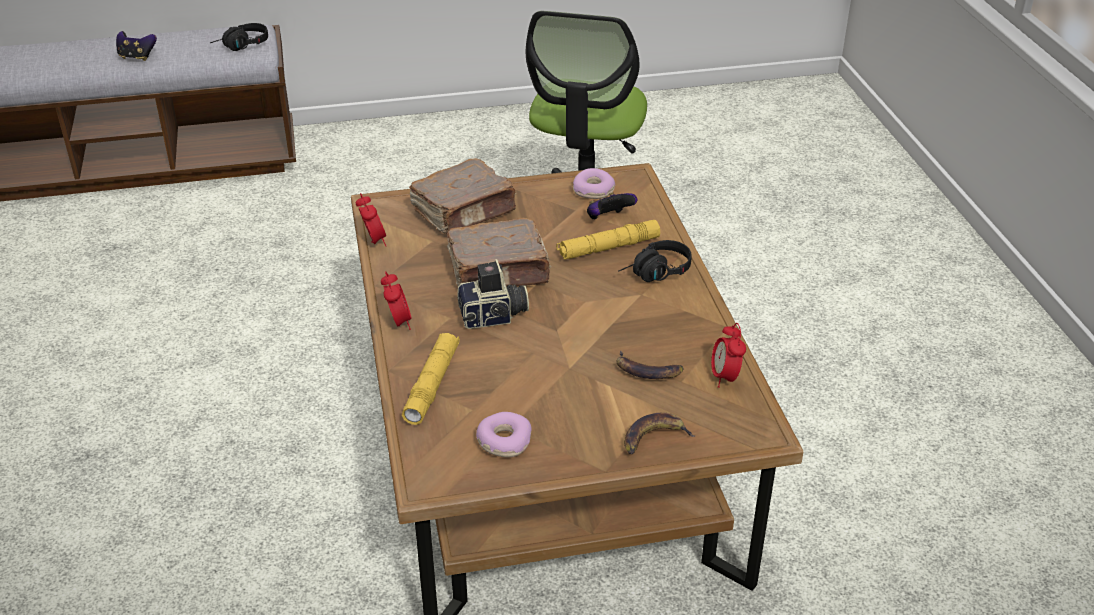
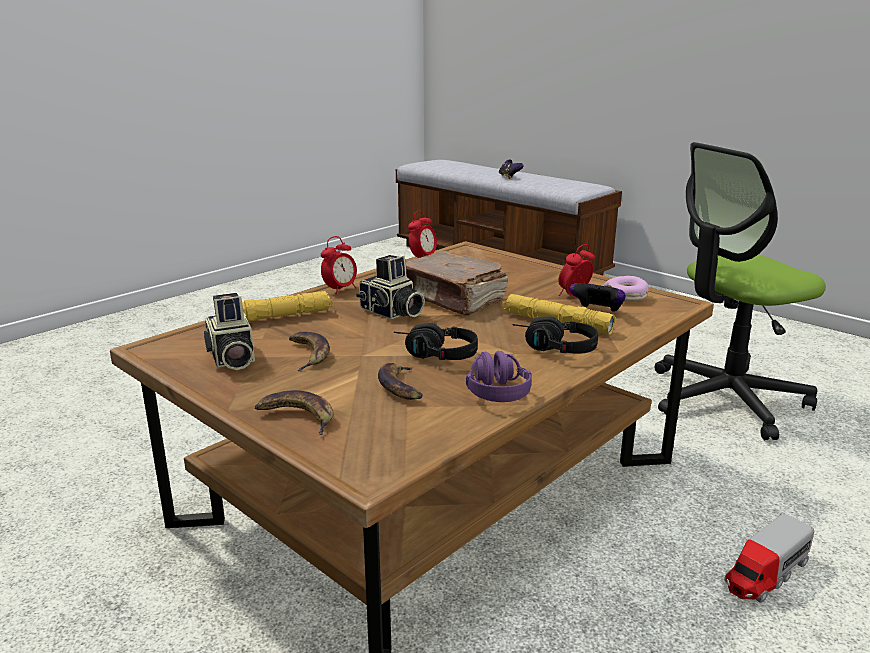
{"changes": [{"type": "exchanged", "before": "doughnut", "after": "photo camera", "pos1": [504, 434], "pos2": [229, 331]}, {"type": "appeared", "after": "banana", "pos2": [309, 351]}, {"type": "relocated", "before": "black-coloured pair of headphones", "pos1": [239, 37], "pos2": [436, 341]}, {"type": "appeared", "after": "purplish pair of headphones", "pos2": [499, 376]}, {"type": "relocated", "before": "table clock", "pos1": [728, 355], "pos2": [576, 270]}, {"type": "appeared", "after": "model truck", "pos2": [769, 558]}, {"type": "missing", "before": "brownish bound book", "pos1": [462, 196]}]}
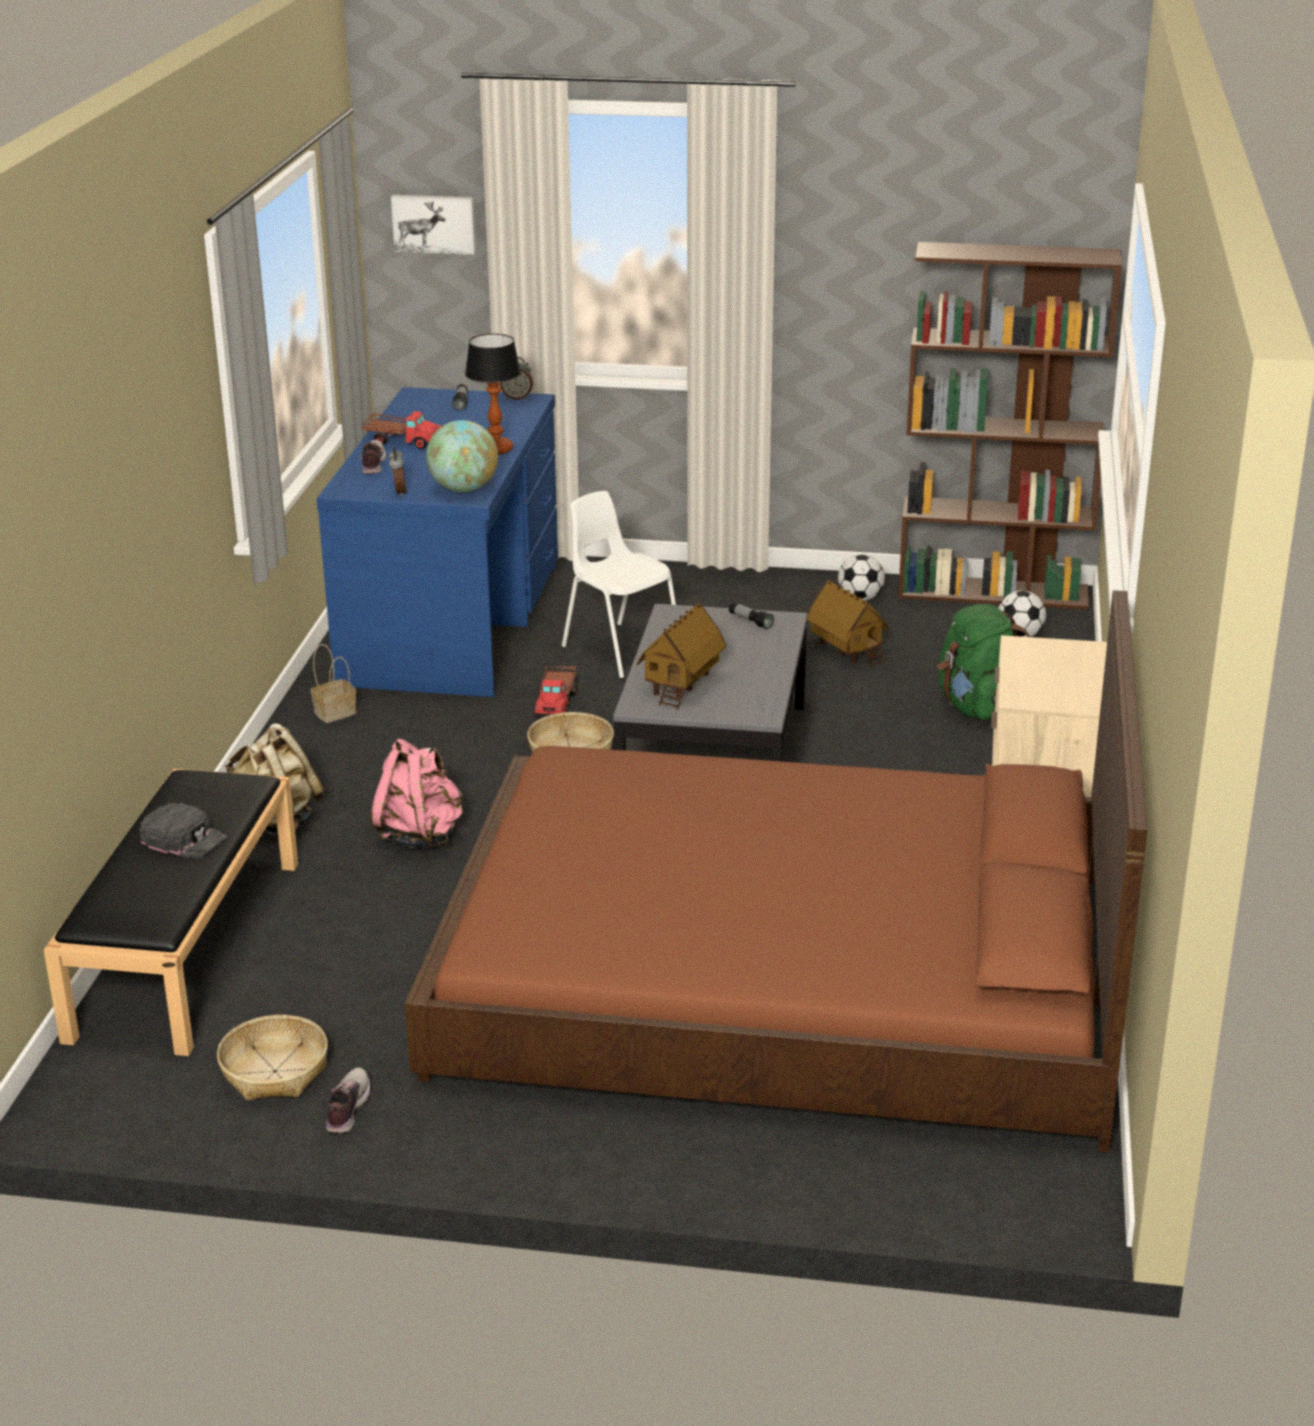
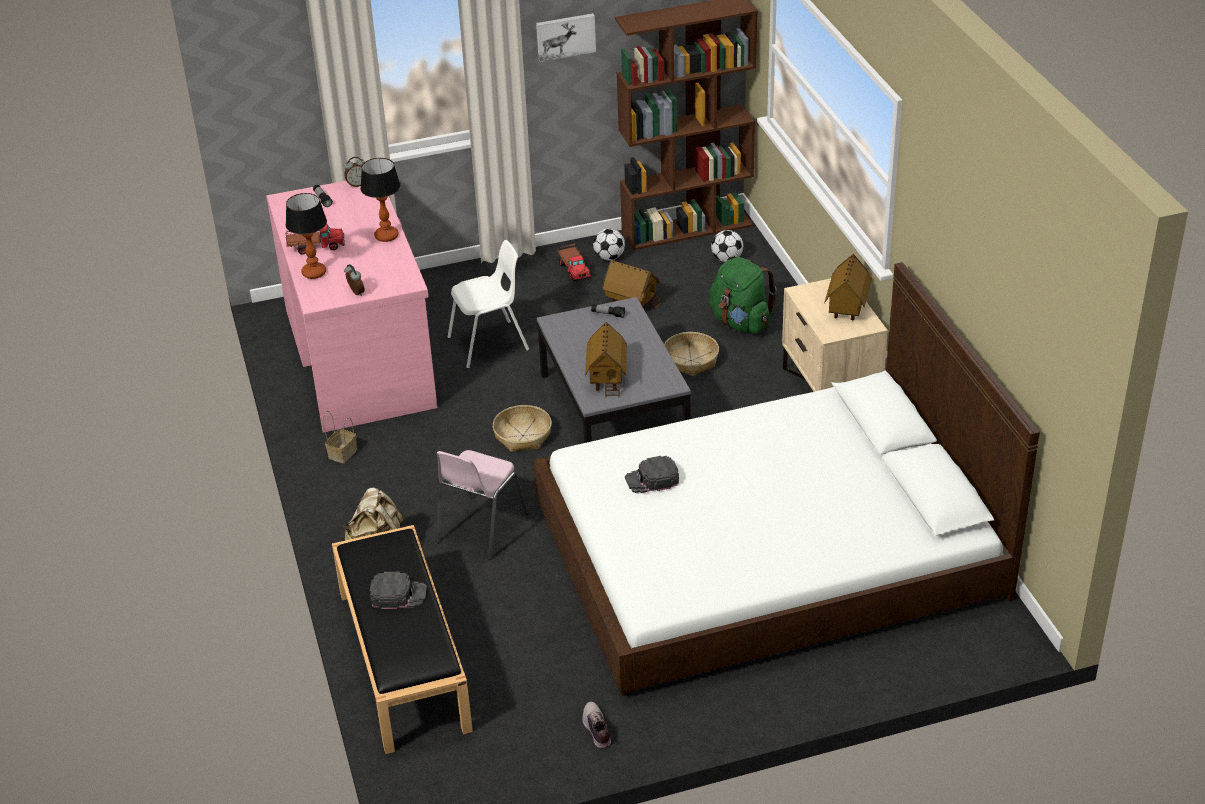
{"changes": [{"type": "colour", "before": "blue desk", "after": "pinkish desk", "pos1": [437, 542], "pos2": [352, 307]}, {"type": "exchanged", "before": "item of footwear", "after": "lamp for a table", "pos1": [373, 457], "pos2": [306, 236]}, {"type": "exchanged", "before": "pinkish knapsack", "after": "pinkish upright chair", "pos1": [417, 793], "pos2": [482, 505]}, {"type": "spun", "before": "white upright chair", "pos1": [619, 585], "pos2": [488, 304], "turn": 135}, {"type": "colour", "before": "brownish bed", "after": "white bed", "pos1": [776, 871], "pos2": [786, 479]}, {"type": "relocated", "before": "picture", "pos1": [433, 225], "pos2": [566, 37]}, {"type": "relocated", "before": "model truck", "pos1": [555, 690], "pos2": [574, 262]}, {"type": "appeared", "after": "black-coloured cap", "pos2": [652, 474]}, {"type": "relocated", "before": "household basket", "pos1": [272, 1058], "pos2": [691, 354]}, {"type": "appeared", "after": "model house", "pos2": [848, 287]}, {"type": "missing", "before": "globe", "pos1": [462, 456]}]}
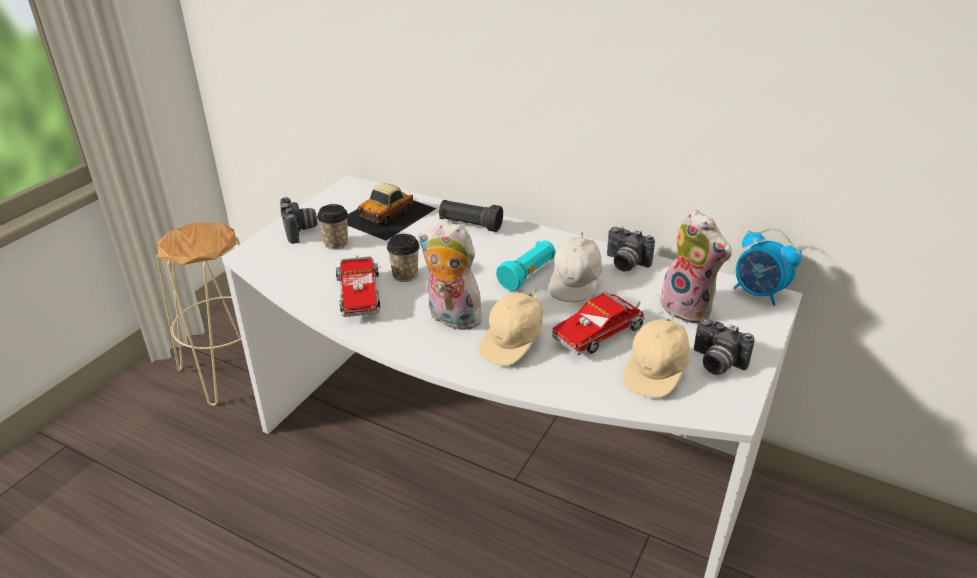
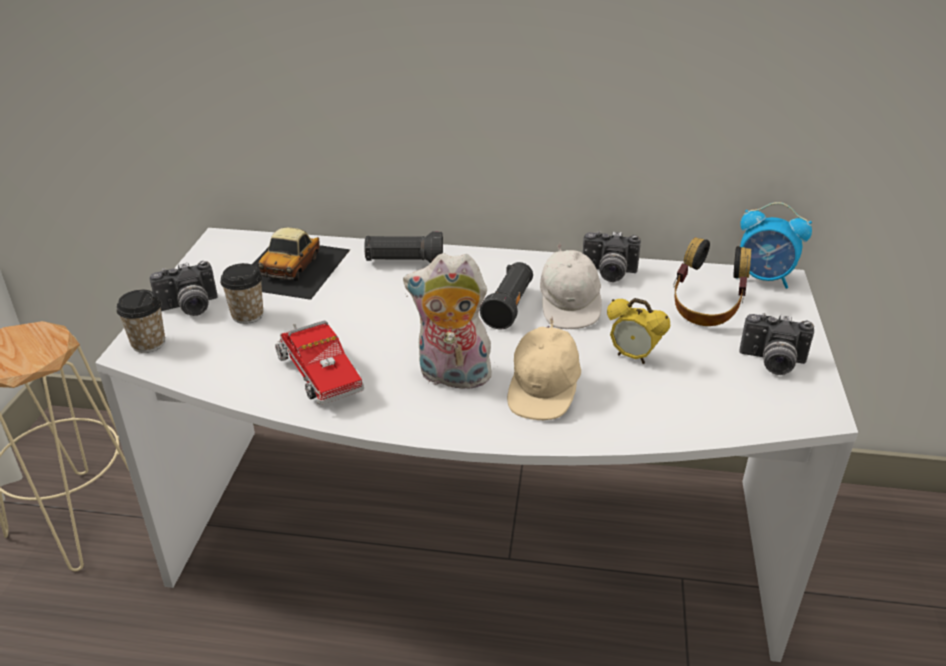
{"changes": [{"type": "relocated", "before": "small cup", "pos1": [403, 258], "pos2": [140, 321]}, {"type": "spun", "before": "photo camera", "pos1": [299, 220], "pos2": [184, 288], "turn": 105}, {"type": "colour", "before": "turquoise-coloured hand torch", "after": "black-coloured hand torch", "pos1": [526, 265], "pos2": [506, 296]}, {"type": "exchanged", "before": "model truck", "after": "table clock", "pos1": [598, 323], "pos2": [638, 331]}, {"type": "exchanged", "before": "soft toy", "after": "pair of headphones", "pos1": [695, 266], "pos2": [712, 281]}, {"type": "missing", "before": "beige-coloured cap", "pos1": [655, 354]}]}
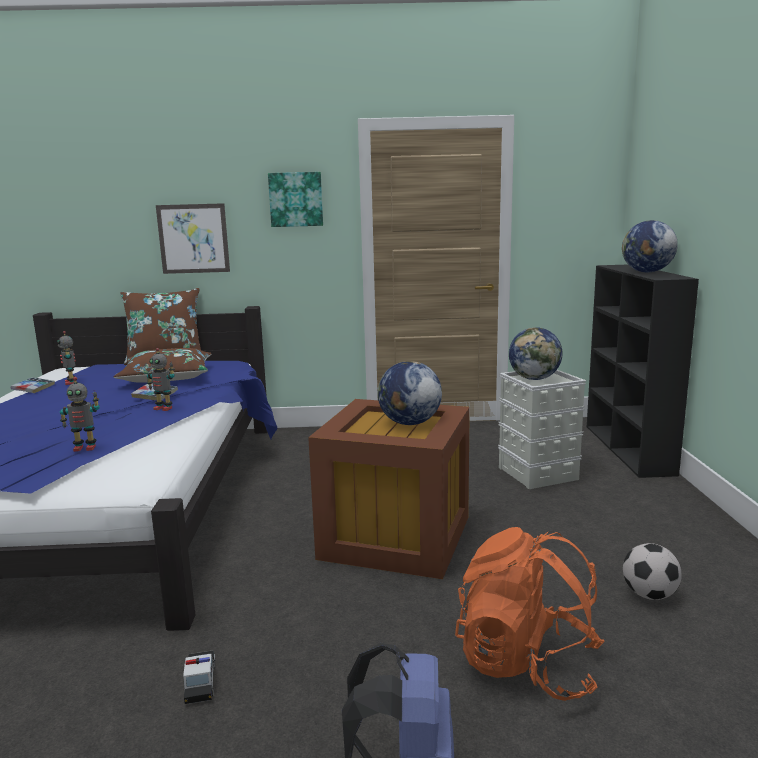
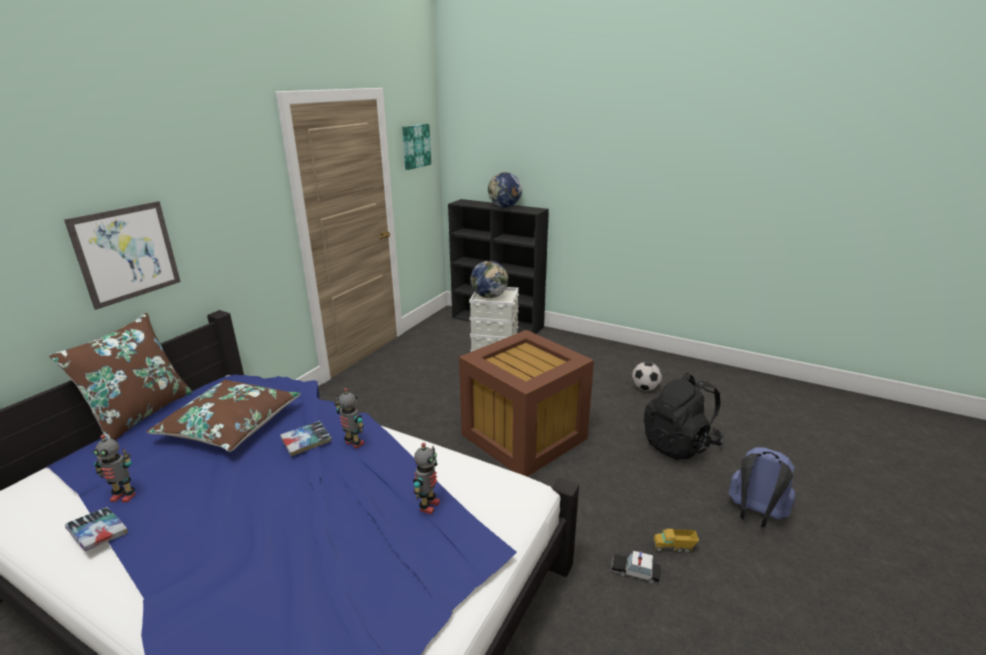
{"changes": [{"type": "spun", "before": "robot figure", "pos1": [161, 379], "pos2": [349, 418], "turn": -105}, {"type": "relocated", "before": "picture", "pos1": [295, 199], "pos2": [416, 147]}, {"type": "colour", "before": "orangey knapsack", "after": "black-coloured knapsack", "pos1": [530, 614], "pos2": [684, 416]}, {"type": "appeared", "after": "model truck", "pos2": [676, 541]}, {"type": "missing", "before": "globe", "pos1": [409, 393]}]}
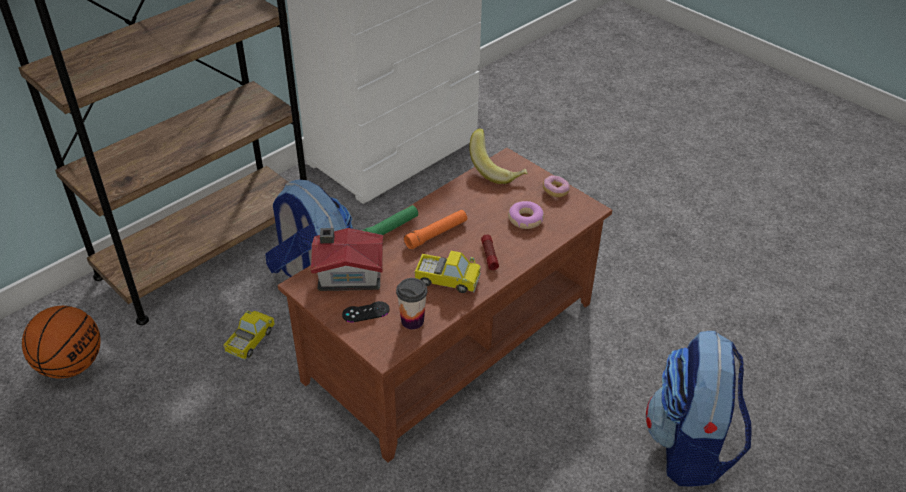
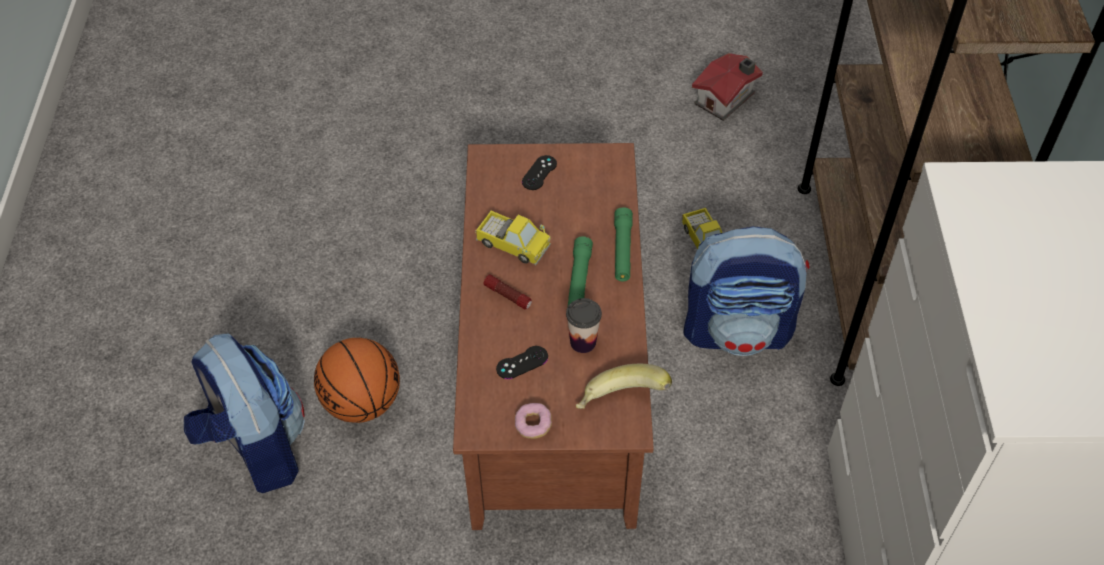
{"changes": [{"type": "relocated", "before": "ball for basketball", "pos1": [61, 342], "pos2": [357, 380]}, {"type": "spun", "before": "model truck", "pos1": [447, 272], "pos2": [513, 238], "turn": -120}, {"type": "exchanged", "before": "doughnut", "after": "black-coloured gamepad", "pos1": [526, 215], "pos2": [522, 362]}, {"type": "relocated", "before": "small cup", "pos1": [411, 303], "pos2": [584, 325]}, {"type": "colour", "before": "orangey hand torch", "after": "green-coloured hand torch", "pos1": [435, 230], "pos2": [580, 271]}, {"type": "relocated", "before": "model house", "pos1": [347, 259], "pos2": [727, 87]}]}
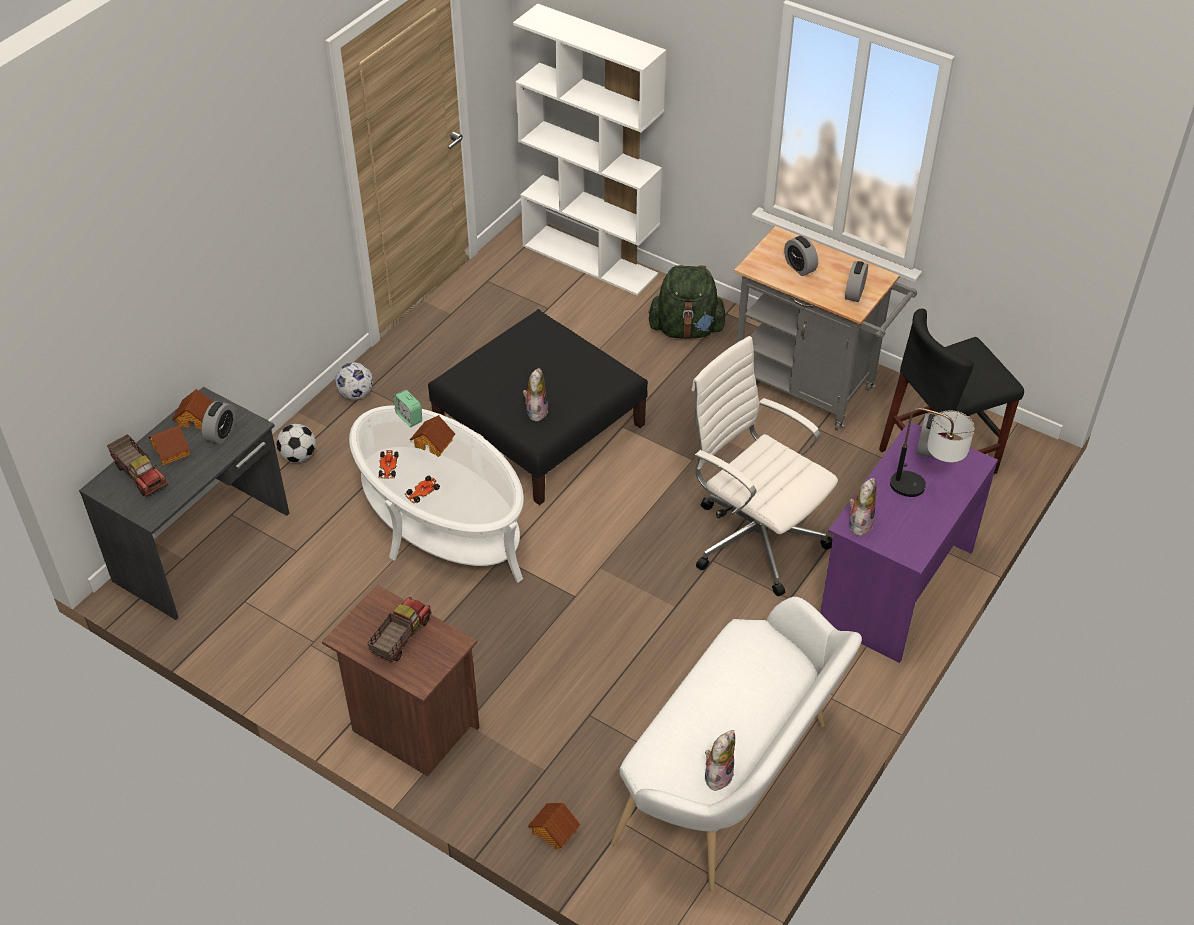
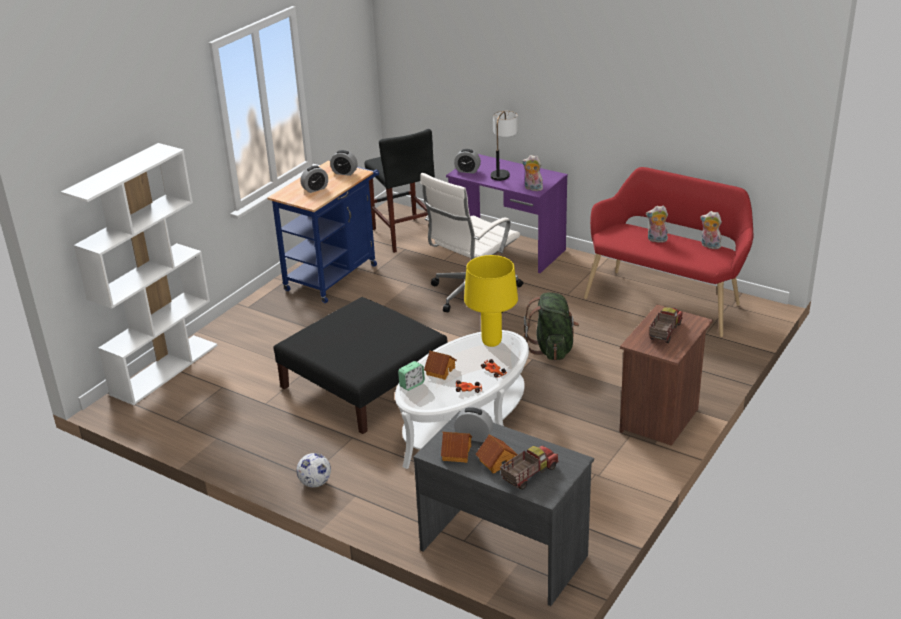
{"changes": [{"type": "colour", "before": "grey trolley", "after": "blue trolley", "pos1": [825, 328], "pos2": [323, 232]}, {"type": "appeared", "after": "yellowish lamp for a table", "pos2": [491, 301]}, {"type": "relocated", "before": "green-coloured knapsack", "pos1": [688, 302], "pos2": [551, 326]}, {"type": "colour", "before": "white long seat", "after": "red long seat", "pos1": [736, 744], "pos2": [668, 252]}, {"type": "relocated", "before": "soft toy", "pos1": [535, 395], "pos2": [657, 224]}, {"type": "spun", "before": "model truck", "pos1": [399, 629], "pos2": [665, 325], "turn": 90}, {"type": "missing", "before": "ball for football", "pos1": [296, 443]}, {"type": "missing", "before": "model house", "pos1": [554, 826]}]}
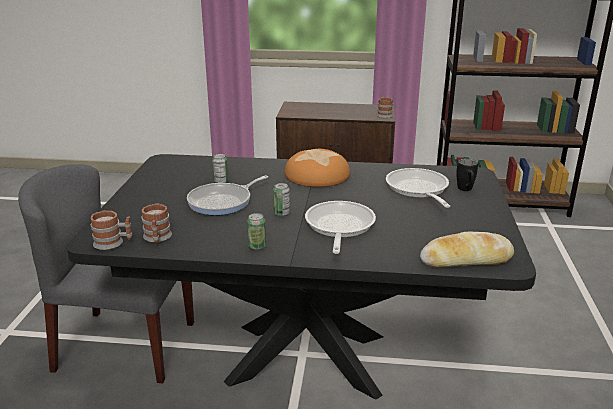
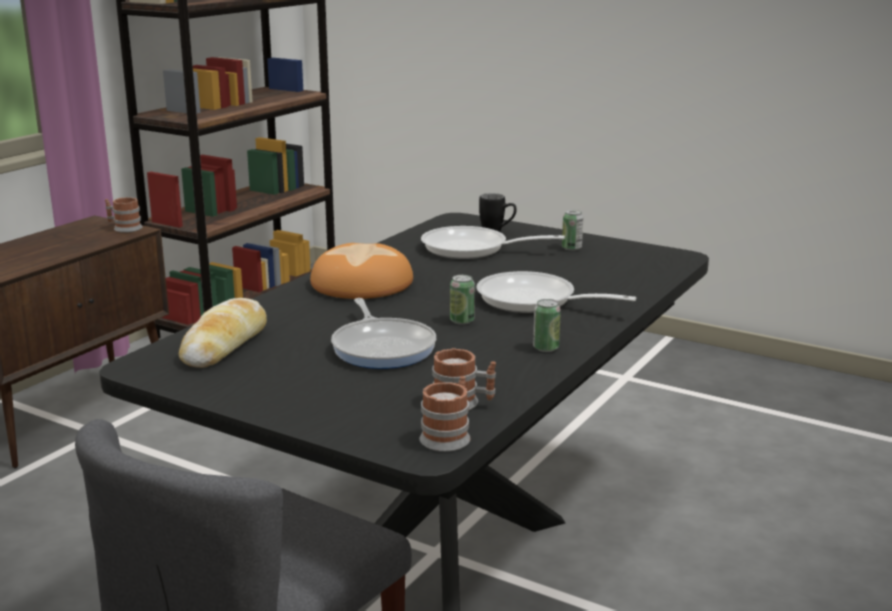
{"changes": [{"type": "relocated", "before": "baked bread", "pos1": [467, 249], "pos2": [223, 333]}, {"type": "relocated", "before": "can", "pos1": [220, 168], "pos2": [572, 230]}]}
